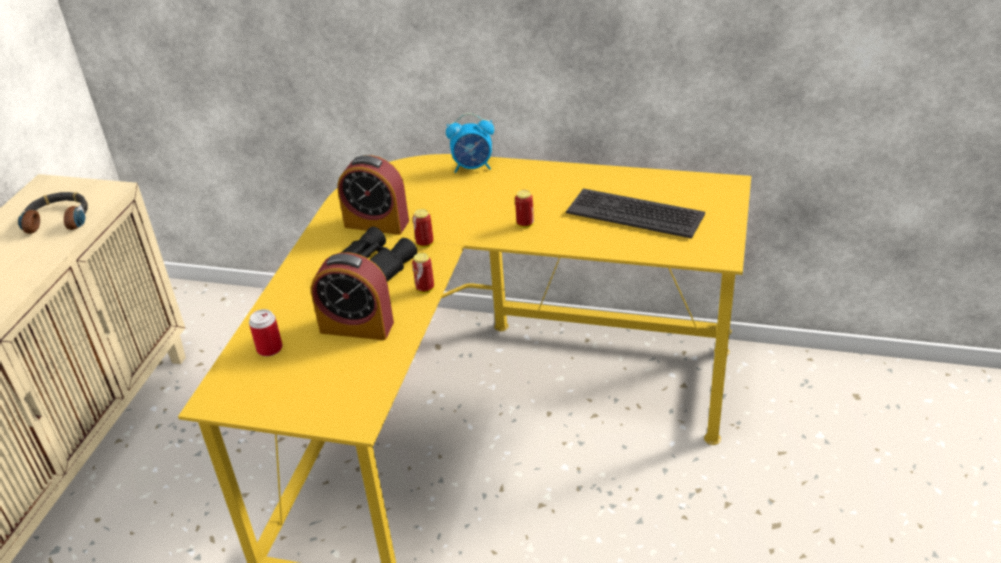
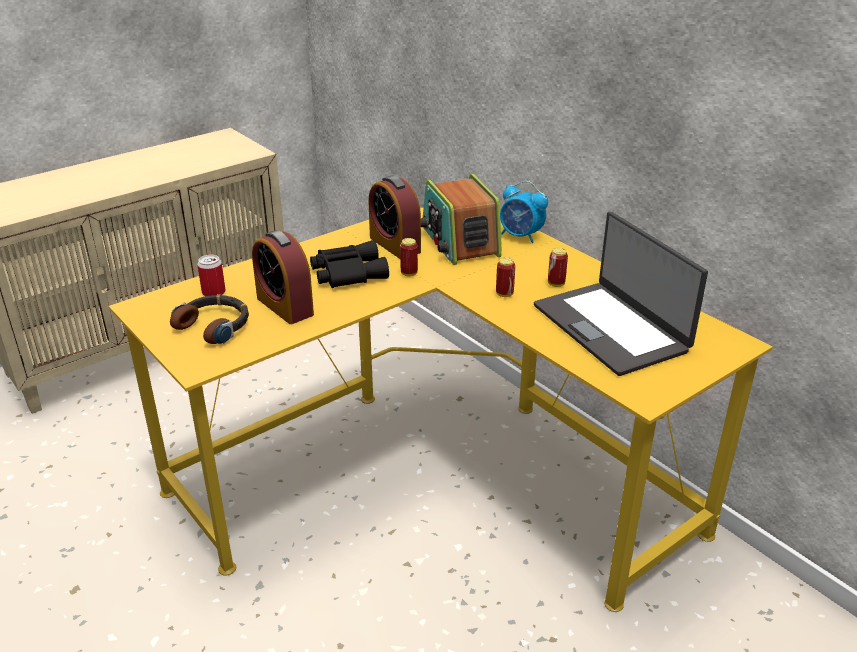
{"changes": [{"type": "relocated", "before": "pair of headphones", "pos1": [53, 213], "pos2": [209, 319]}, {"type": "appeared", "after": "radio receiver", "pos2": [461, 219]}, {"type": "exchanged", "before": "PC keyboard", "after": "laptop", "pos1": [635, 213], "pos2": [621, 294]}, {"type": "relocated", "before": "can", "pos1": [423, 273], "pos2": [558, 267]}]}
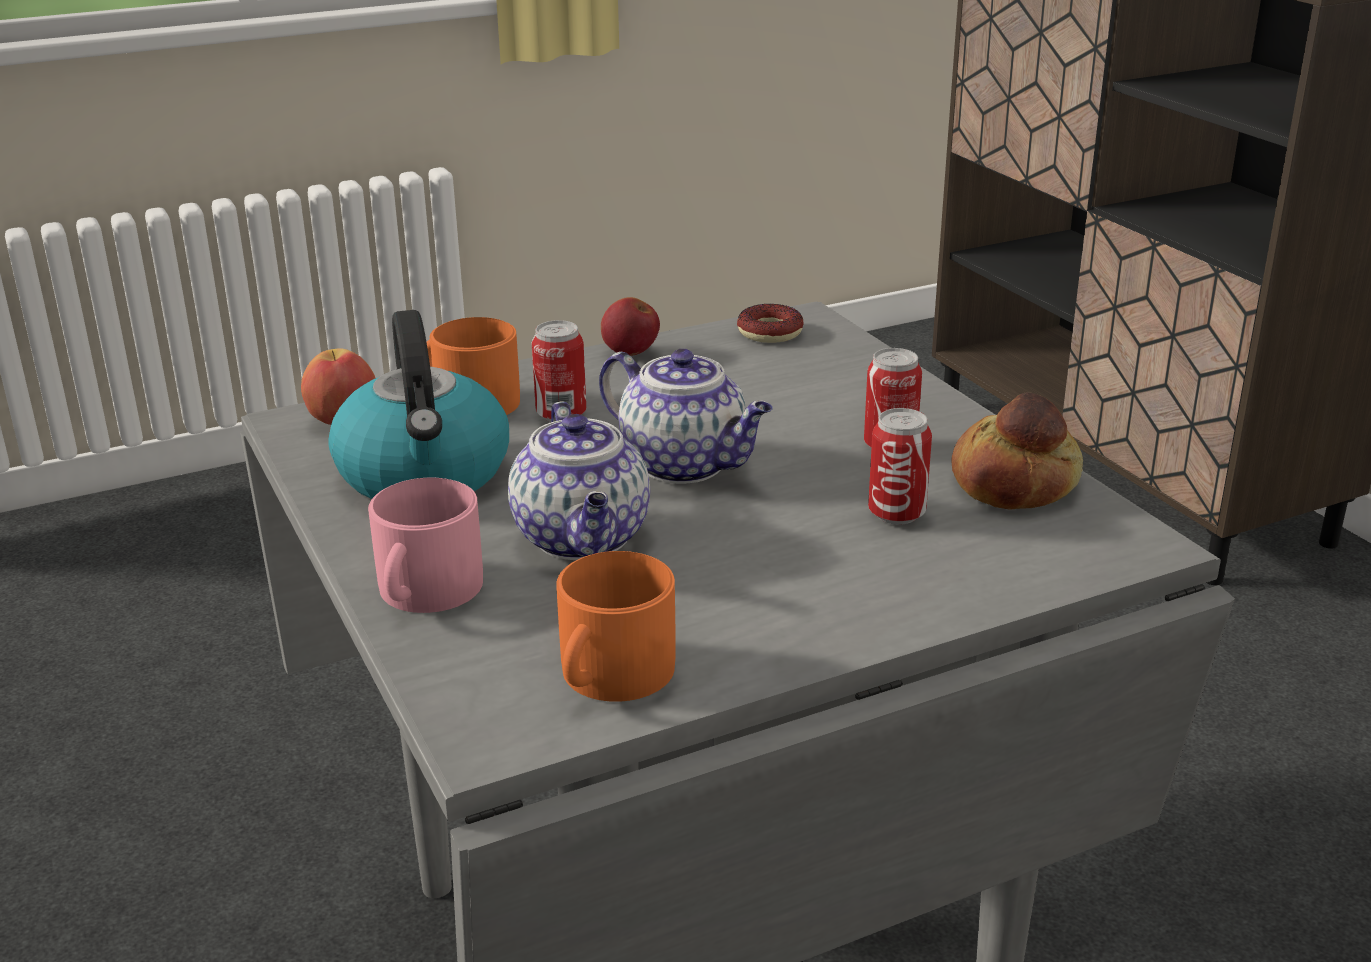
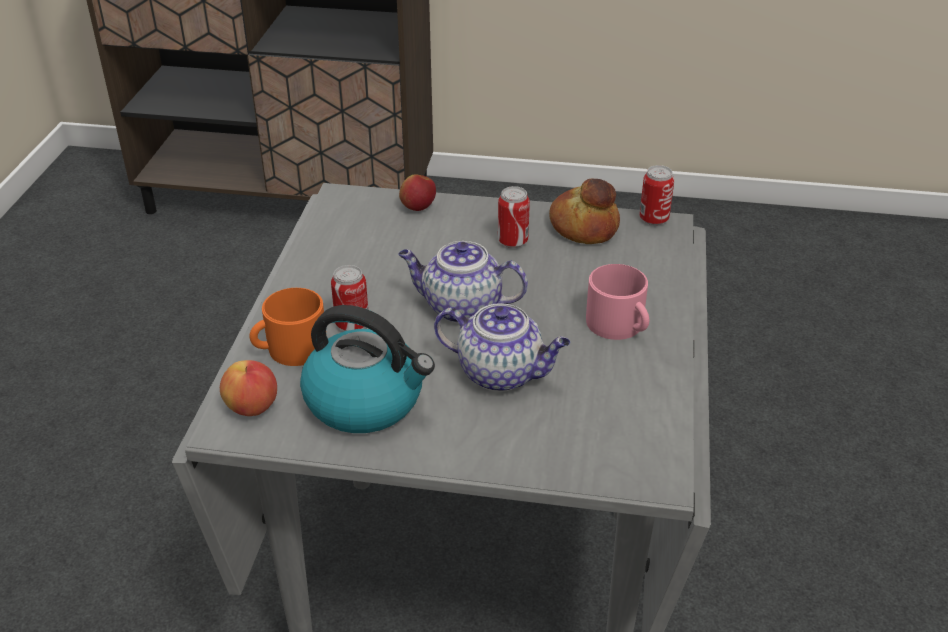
{"changes": [{"type": "spun", "before": "tea pot", "pos1": [686, 416], "pos2": [463, 282], "turn": -150}, {"type": "relocated", "before": "apple", "pos1": [630, 326], "pos2": [417, 192]}, {"type": "relocated", "before": "pinkish mug", "pos1": [425, 545], "pos2": [617, 302]}, {"type": "relocated", "before": "can", "pos1": [900, 466], "pos2": [657, 195]}, {"type": "missing", "before": "orangey mug", "pos1": [616, 626]}, {"type": "missing", "before": "doughnut", "pos1": [770, 323]}]}
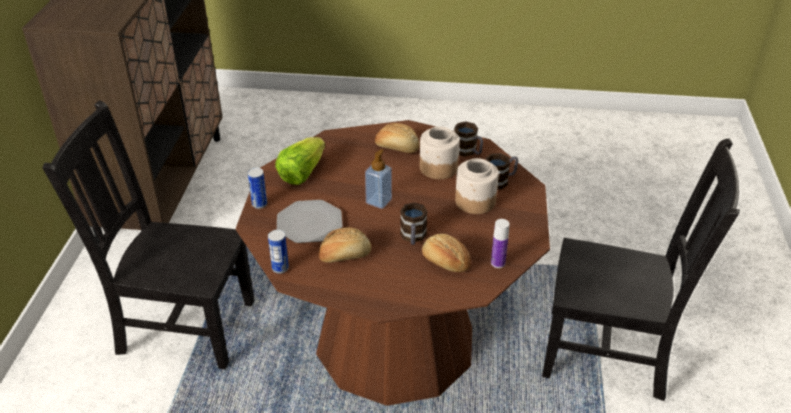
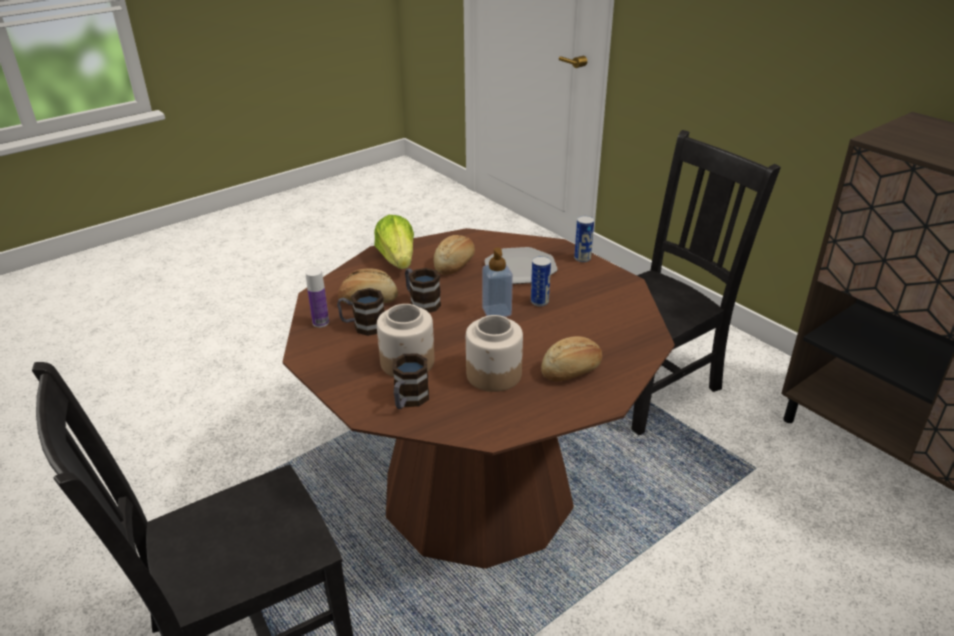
{"changes": [{"type": "relocated", "before": "mug", "pos1": [468, 139], "pos2": [361, 312]}, {"type": "relocated", "before": "lettuce", "pos1": [300, 161], "pos2": [394, 242]}, {"type": "relocated", "before": "can", "pos1": [278, 252], "pos2": [541, 281]}]}
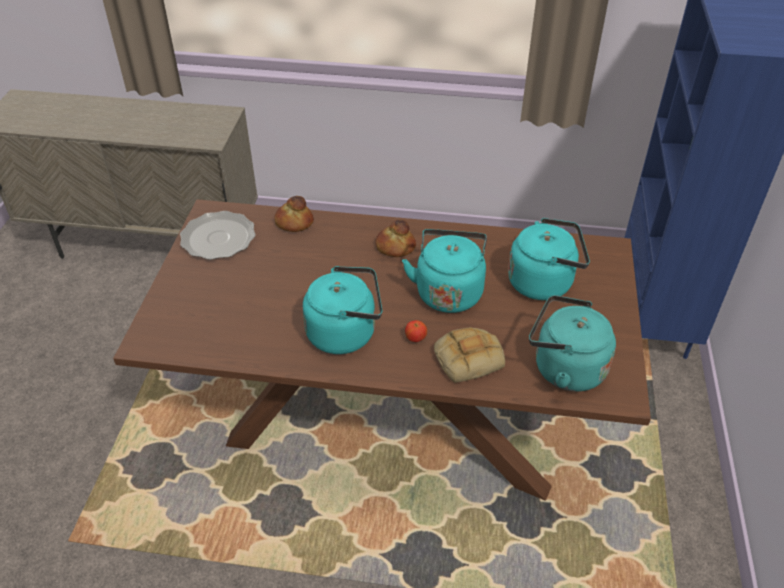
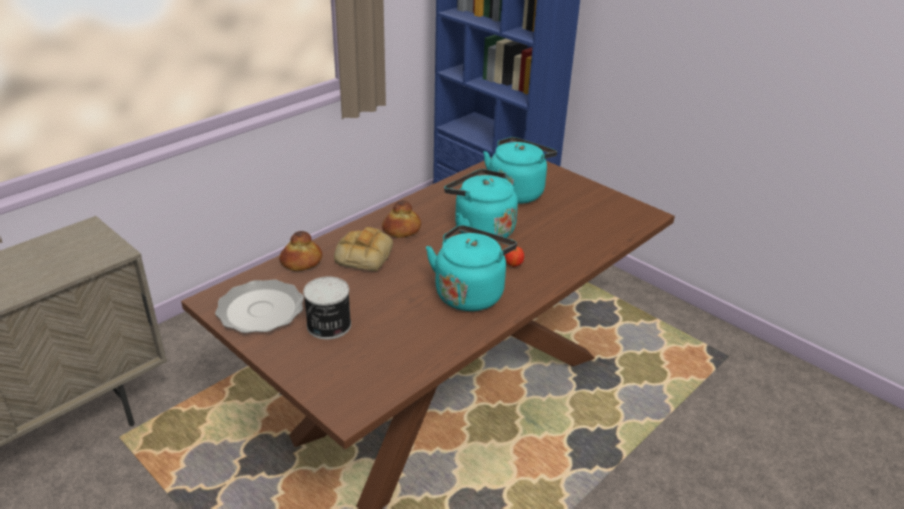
{"changes": [{"type": "appeared", "after": "can", "pos2": [327, 308]}, {"type": "relocated", "before": "baked bread", "pos1": [469, 355], "pos2": [363, 249]}, {"type": "missing", "before": "turquoise-coloured tea kettle", "pos1": [572, 343]}]}
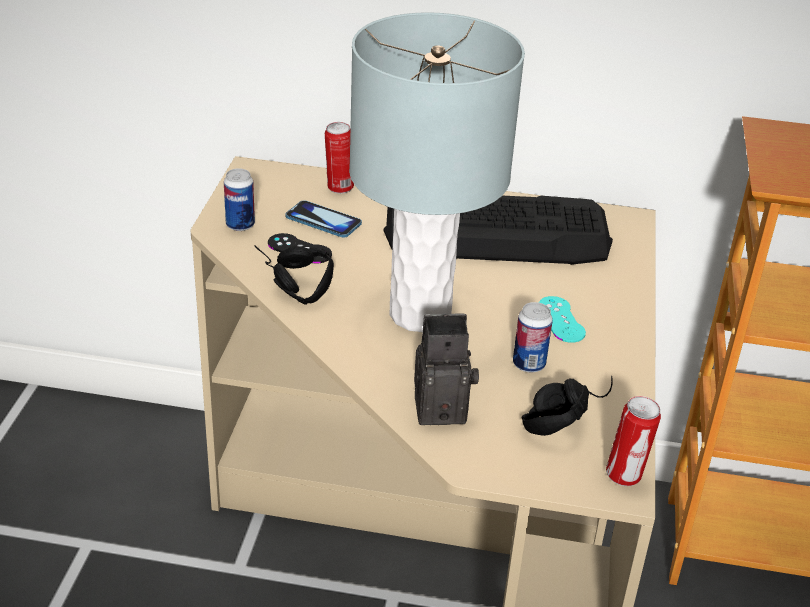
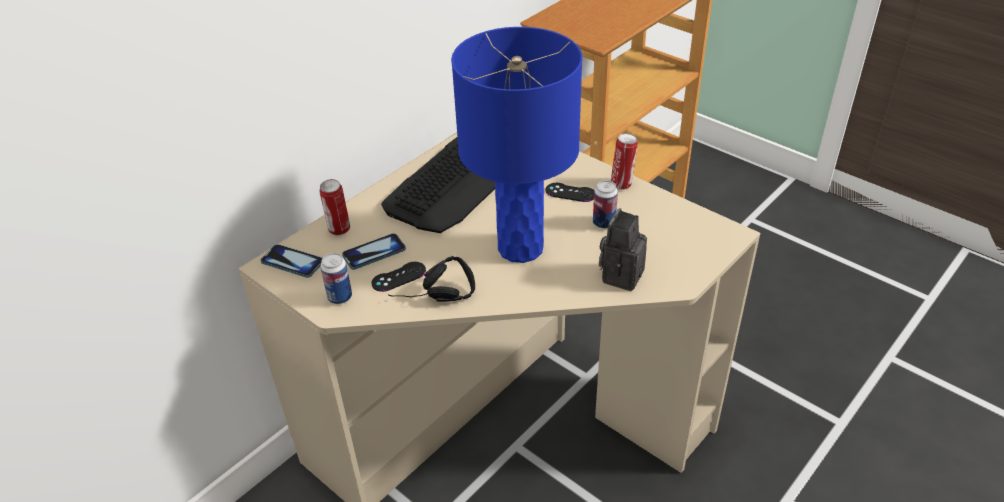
{"changes": [{"type": "appeared", "after": "phone", "pos2": [291, 261]}, {"type": "colour", "before": "grey lamp for a table", "after": "blue lamp for a table", "pos1": [437, 172], "pos2": [516, 145]}, {"type": "colour", "before": "turquoise-coloured gamepad", "after": "black-coloured gamepad", "pos1": [562, 319], "pos2": [569, 192]}, {"type": "relocated", "before": "can", "pos1": [633, 441], "pos2": [624, 161]}, {"type": "missing", "before": "black-coloured pair of headphones", "pos1": [567, 405]}]}
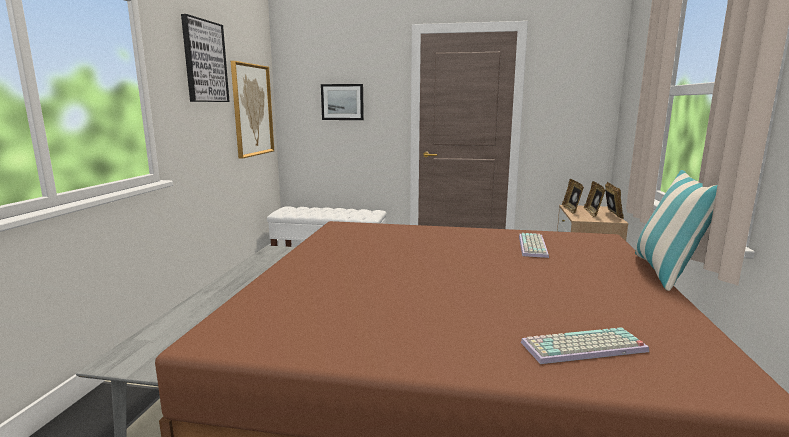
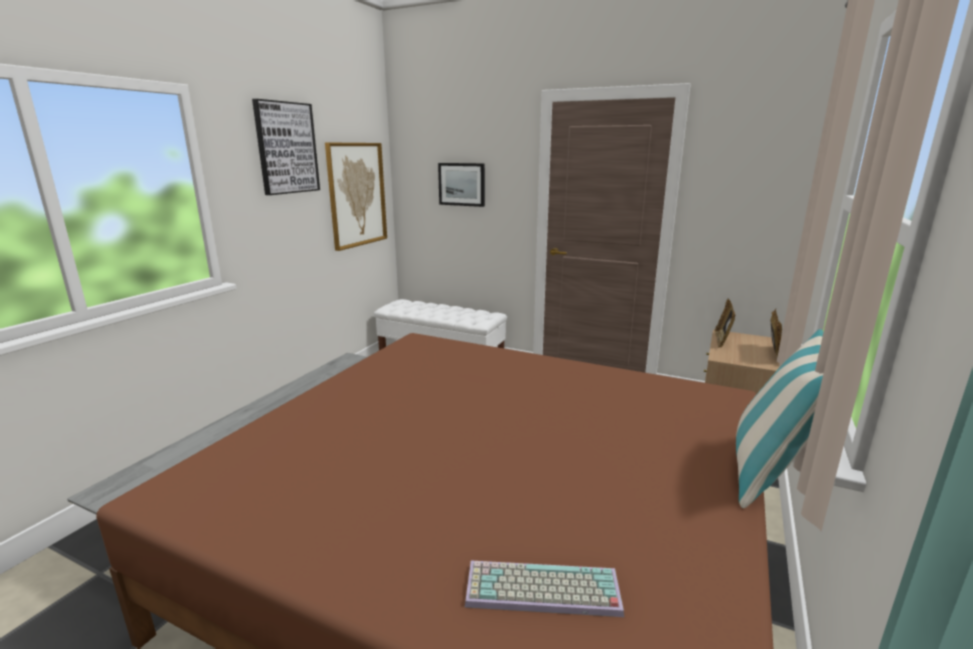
{"changes": [{"type": "missing", "before": "PC keyboard", "pos1": [534, 245]}, {"type": "missing", "before": "standing frame", "pos1": [594, 199]}]}
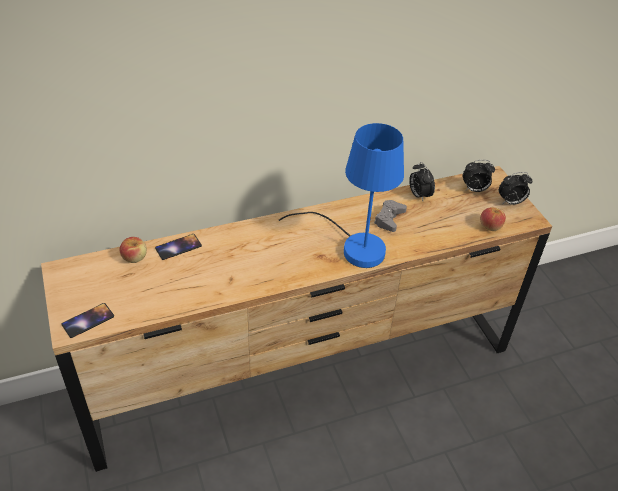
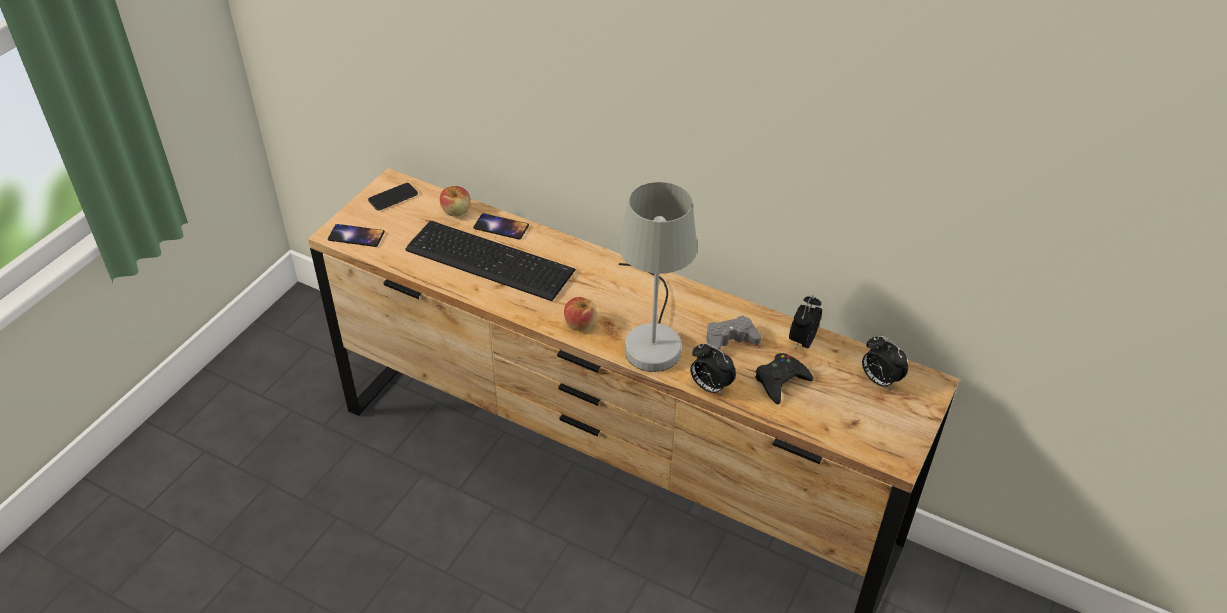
{"changes": [{"type": "appeared", "after": "phone", "pos2": [393, 197]}, {"type": "appeared", "after": "PC keyboard", "pos2": [490, 261]}, {"type": "relocated", "before": "apple", "pos1": [493, 219], "pos2": [580, 314]}, {"type": "colour", "before": "blue lamp for a table", "after": "grey lamp for a table", "pos1": [341, 195], "pos2": [658, 277]}, {"type": "relocated", "before": "table clock", "pos1": [516, 188], "pos2": [713, 369]}, {"type": "appeared", "after": "black-coloured gamepad", "pos2": [784, 378]}]}
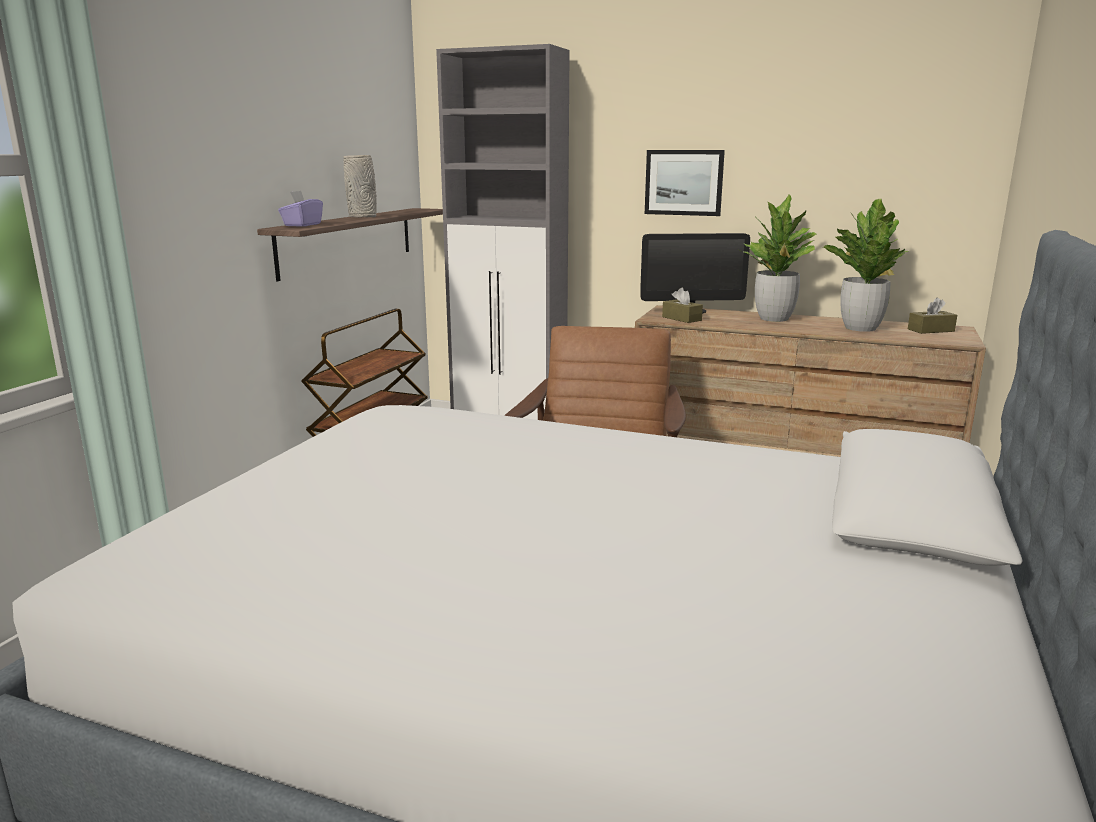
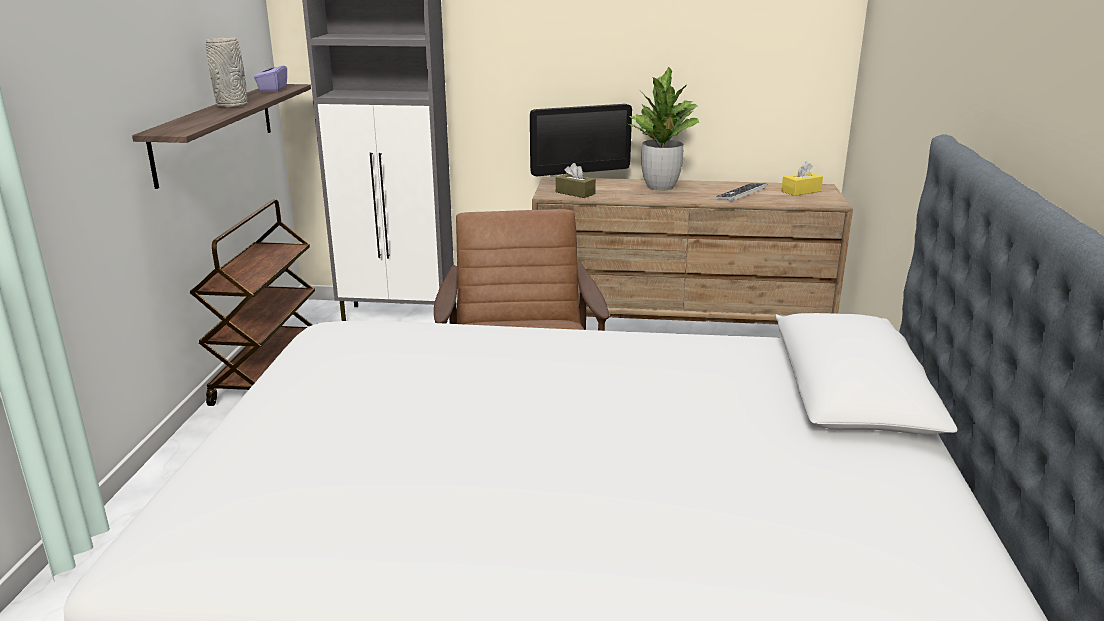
{"changes": [{"type": "relocated", "before": "purplish tissue box", "pos1": [300, 209], "pos2": [270, 75]}, {"type": "exchanged", "before": "plant in a pot", "after": "PC keyboard", "pos1": [865, 265], "pos2": [740, 192]}, {"type": "colour", "before": "brownish tissue box", "after": "yellowish tissue box", "pos1": [932, 315], "pos2": [802, 179]}, {"type": "missing", "before": "picture", "pos1": [685, 183]}]}
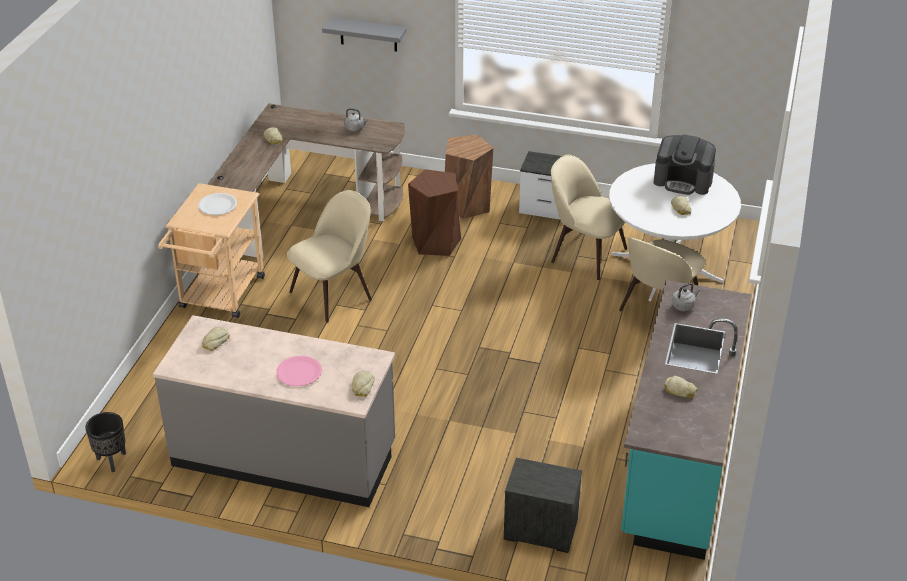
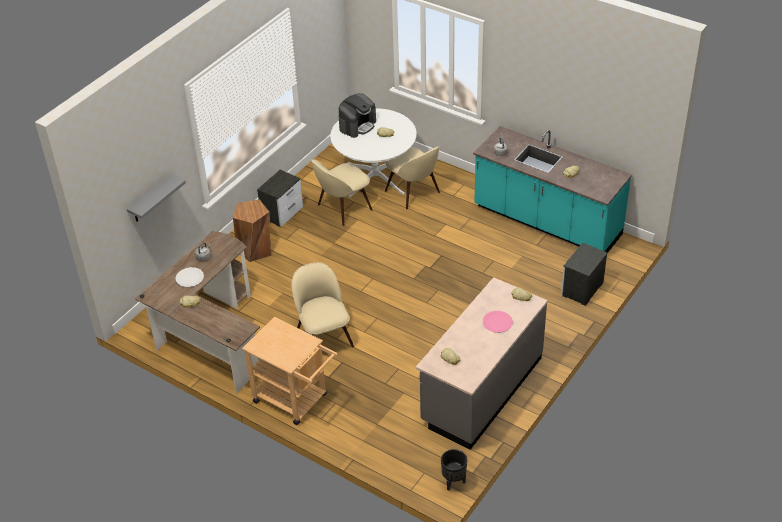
{"changes": [{"type": "relocated", "before": "white plate", "pos1": [217, 204], "pos2": [190, 277]}, {"type": "missing", "before": "brownish stool seat", "pos1": [434, 212]}]}
